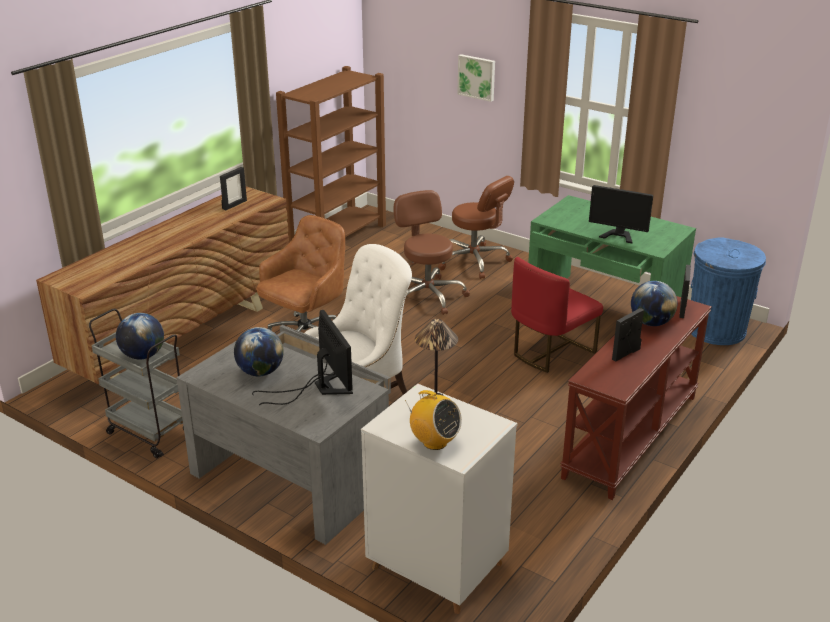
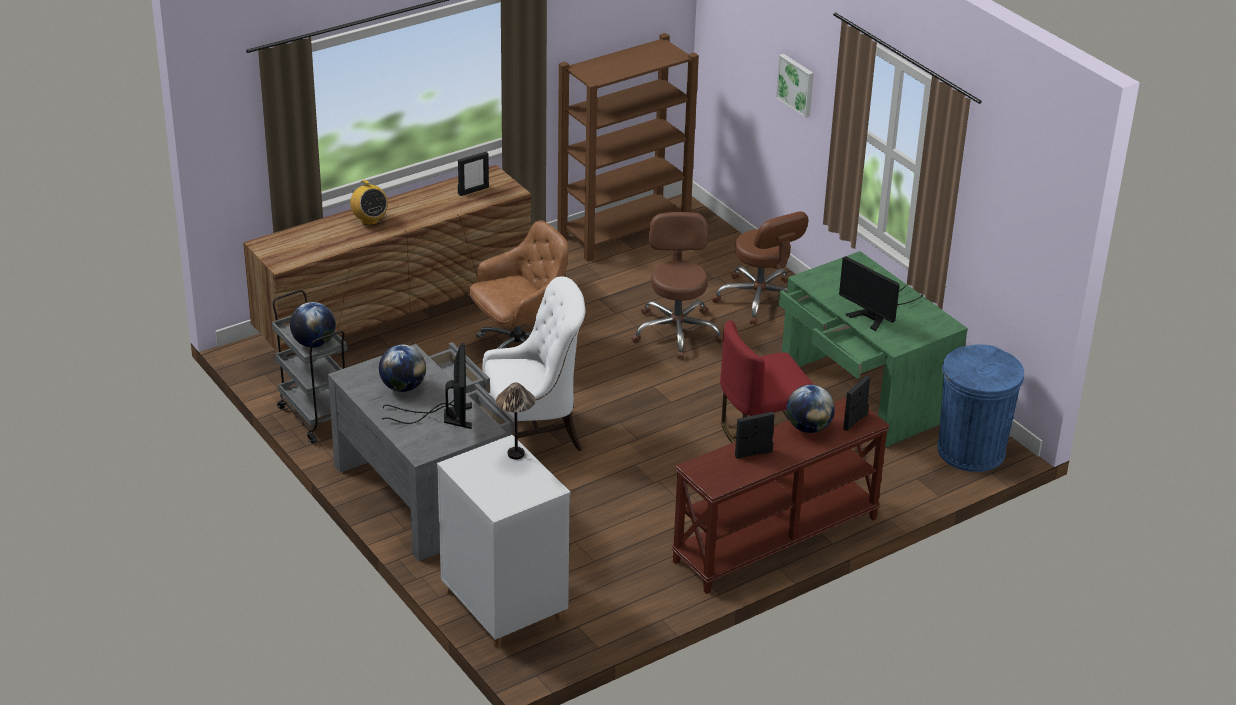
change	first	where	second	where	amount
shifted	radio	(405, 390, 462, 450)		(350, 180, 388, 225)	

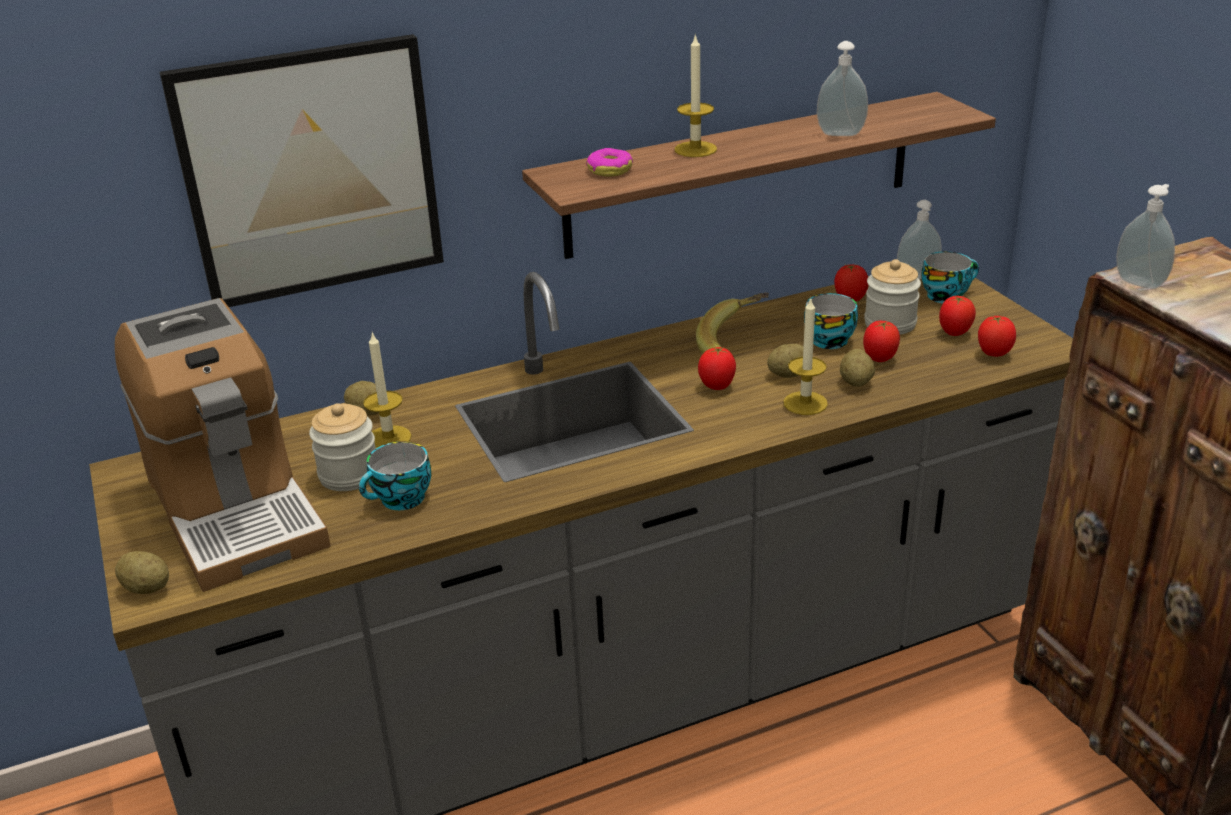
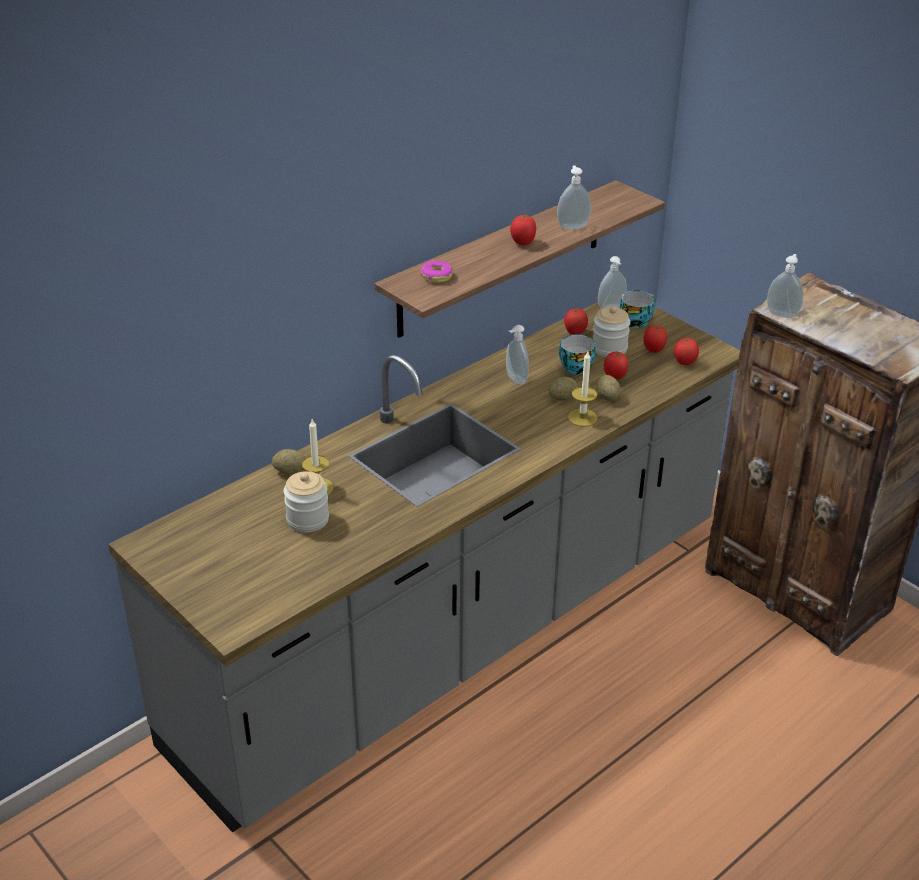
change	first	where	second	where	amount
gone	candle	(675, 33, 717, 157)			
gone	picture	(159, 34, 444, 307)			
swapped	banana	(696, 293, 769, 354)	soap dispenser	(506, 325, 529, 385)	
gone	coffee machine	(115, 298, 331, 592)			
shifted	tomato	(698, 347, 736, 390)		(510, 215, 536, 245)	
gone	cup	(359, 441, 431, 510)			
gone	potato	(115, 551, 169, 594)			

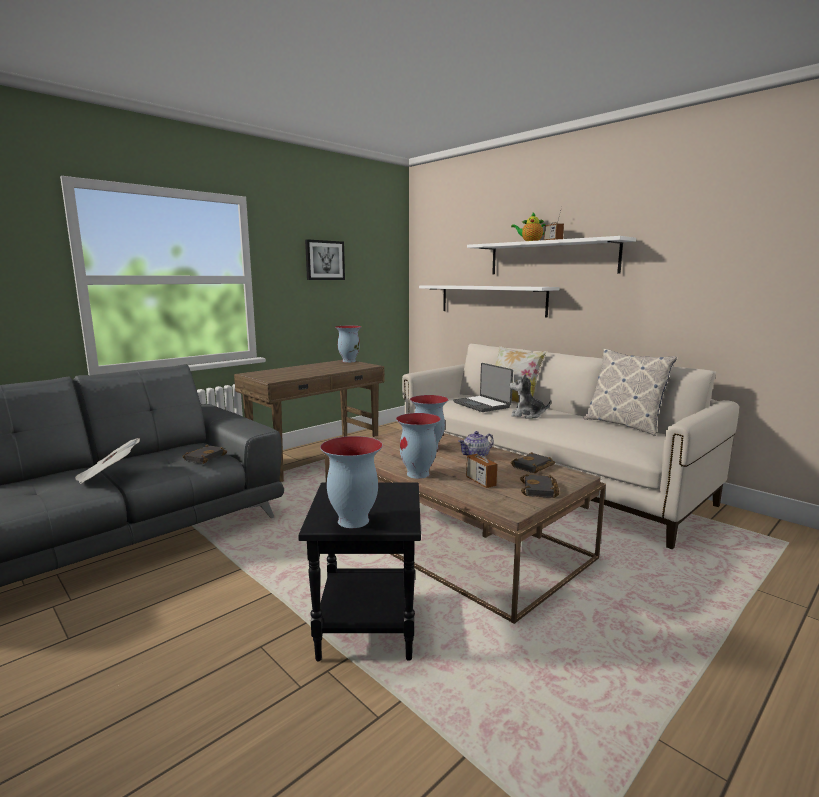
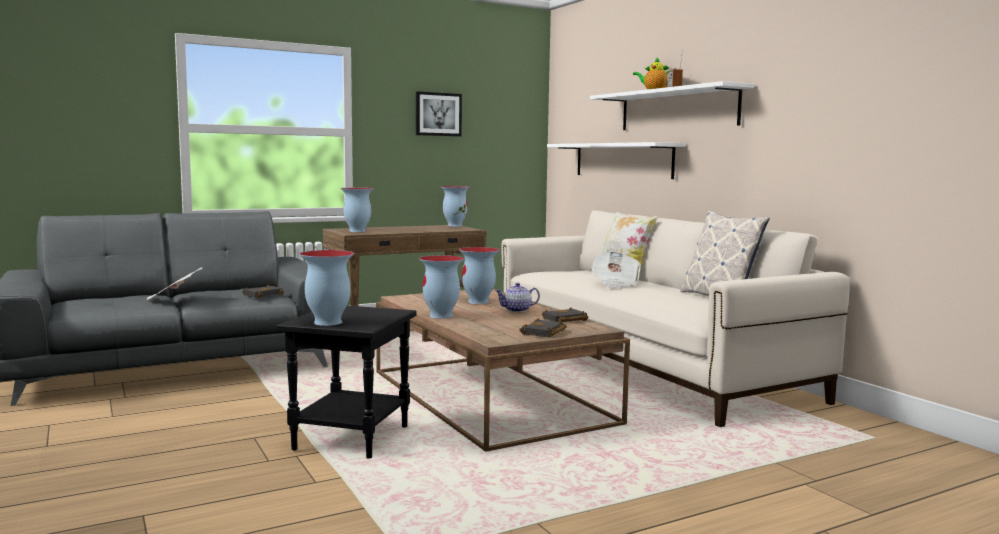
change	first	where	second	where	amount
gone	laptop	(453, 363, 513, 412)			
swapped	plush toy	(510, 374, 551, 419)	newspaper	(591, 251, 641, 288)	
gone	radio	(466, 435, 497, 488)			
new			vase	(341, 188, 374, 232)	

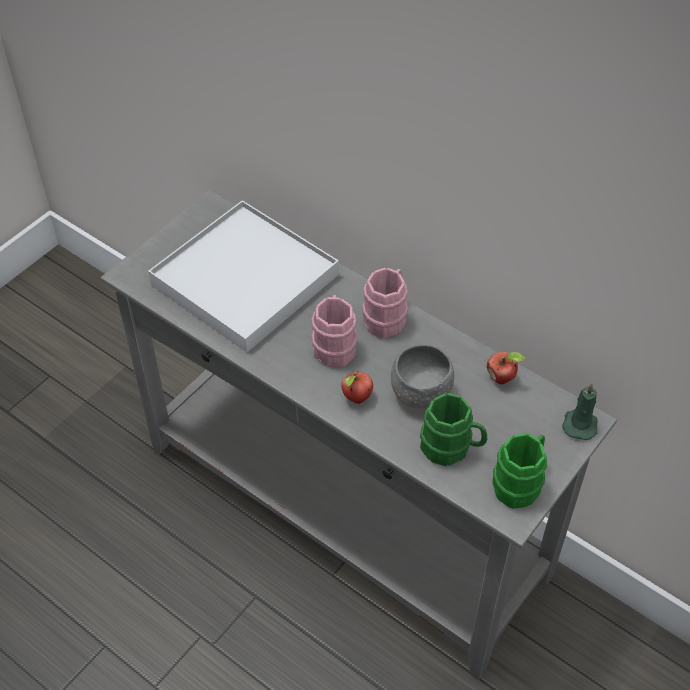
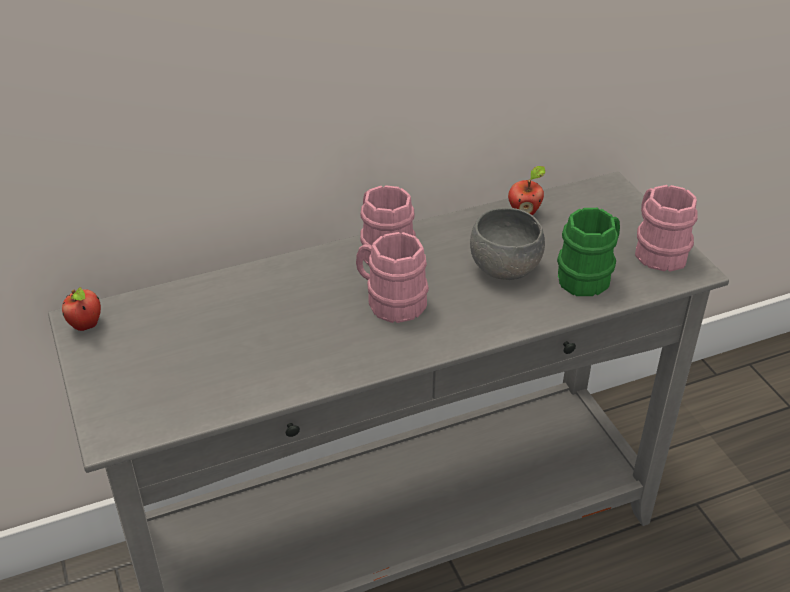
change	first	where	second	where	amount
gone	white tray	(148, 200, 339, 352)			
shifted	apple	(342, 371, 373, 404)		(62, 287, 101, 331)	
gone	green candle	(562, 383, 598, 440)			
repainted	green mug	(493, 433, 547, 509)	pink mug	(635, 185, 698, 272)	

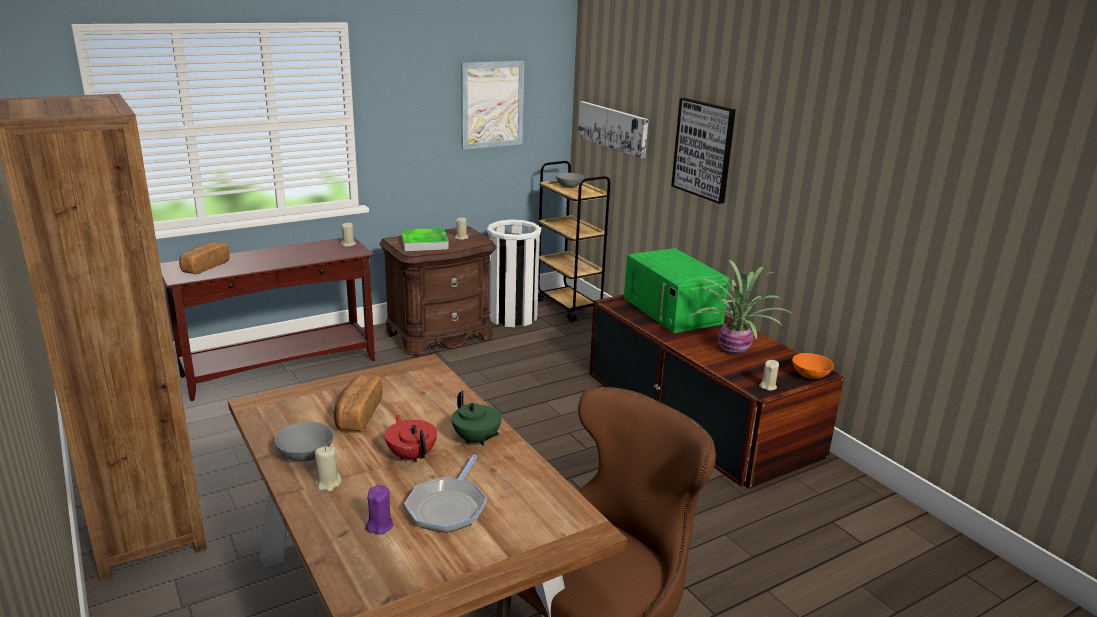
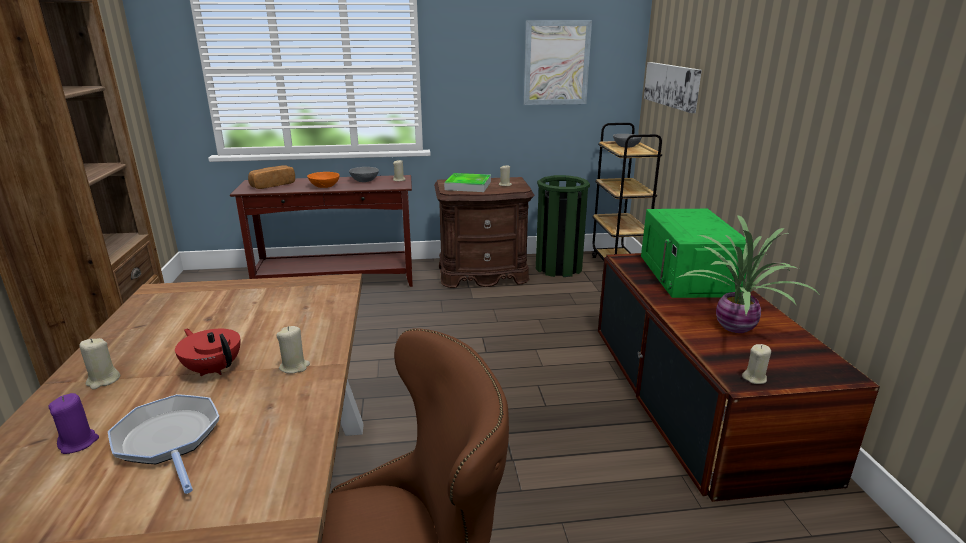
change	first	where	second	where	amount
gone	picture	(671, 98, 736, 204)			
repainted	white trash can	(487, 220, 541, 327)	green trash can	(536, 175, 590, 277)	
shifted	orange bowl	(792, 353, 834, 379)		(307, 172, 340, 188)	
gone	bread	(334, 375, 382, 432)			
swapped	green teapot	(452, 391, 501, 446)	beige candle	(276, 326, 310, 374)	
rotated	red teapot	(385, 415, 437, 462)		(175, 329, 241, 376)	45 degrees counterclockwise
shifted	grey bowl	(275, 421, 334, 462)		(349, 167, 379, 182)	
rotated	frying pan	(404, 455, 487, 533)		(108, 394, 219, 494)	105 degrees clockwise

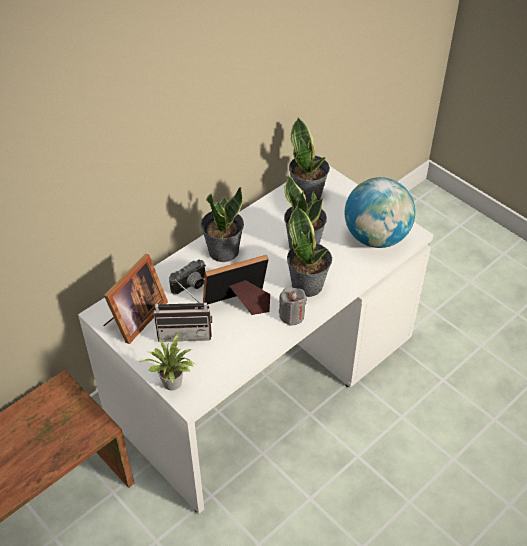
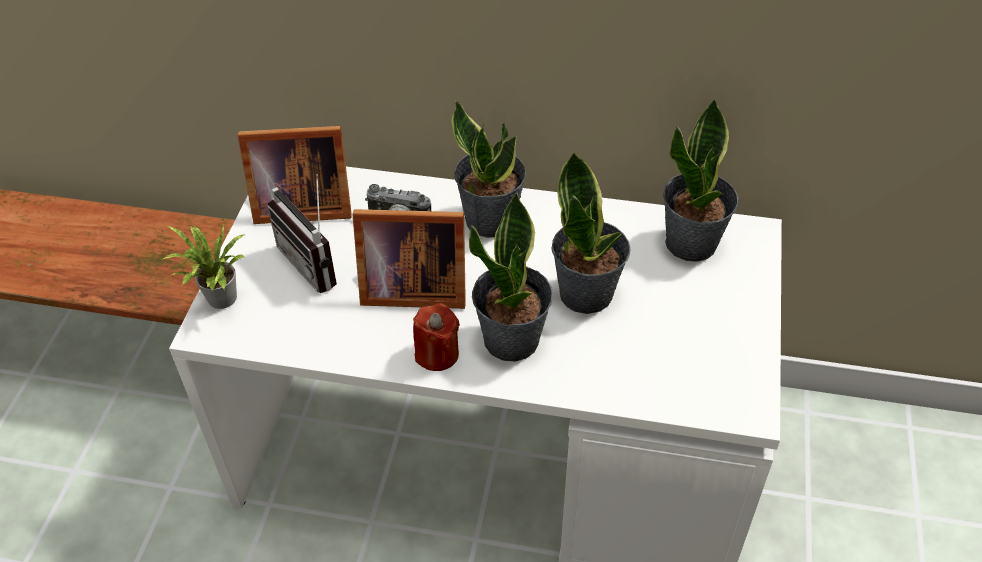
change	first	where	second	where	amount
gone	globe	(345, 177, 415, 248)			
rotated	picture frame	(203, 255, 270, 315)		(352, 209, 466, 309)	150 degrees clockwise
repainted	grey candle	(279, 287, 307, 326)	red candle	(413, 303, 460, 371)	

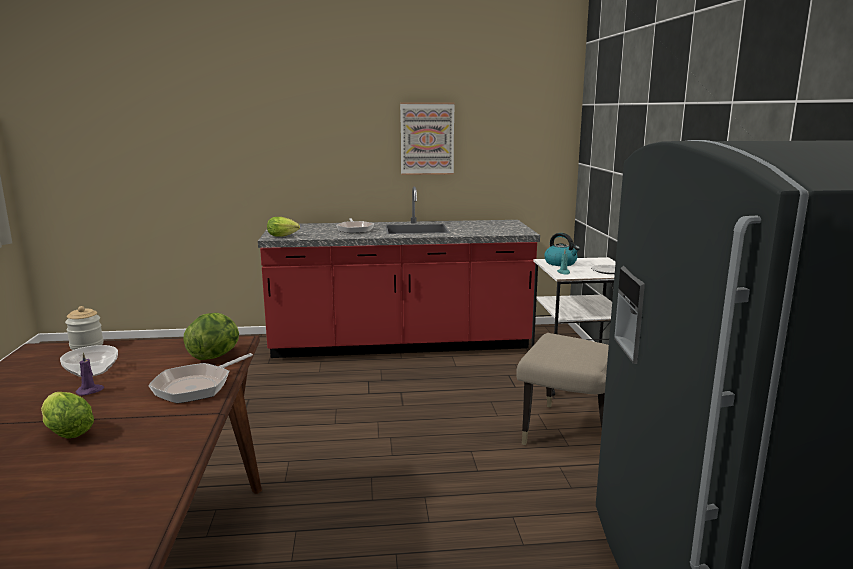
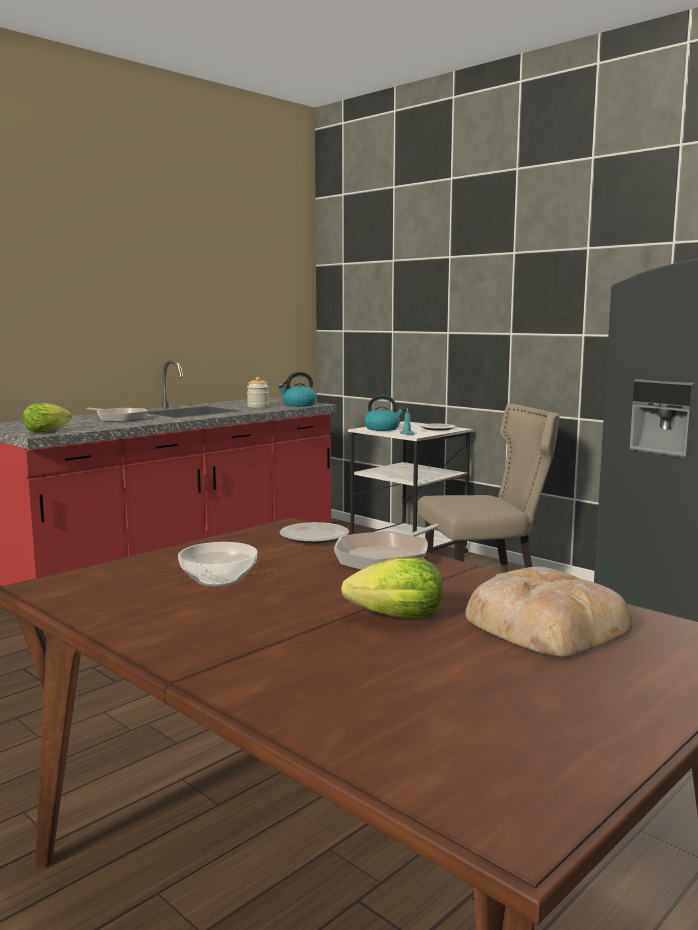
change	first	where	second	where	amount
gone	picture	(400, 103, 455, 175)			
shifted	jar	(65, 306, 104, 350)		(247, 377, 269, 408)	
swapped	lettuce	(183, 313, 239, 360)	plate	(279, 522, 349, 544)	
gone	purple candle	(76, 352, 104, 396)			
rotated	frying pan	(148, 353, 253, 404)		(334, 524, 439, 570)	45 degrees clockwise
new			kettle	(278, 372, 317, 407)	
new			bread	(465, 567, 633, 657)	

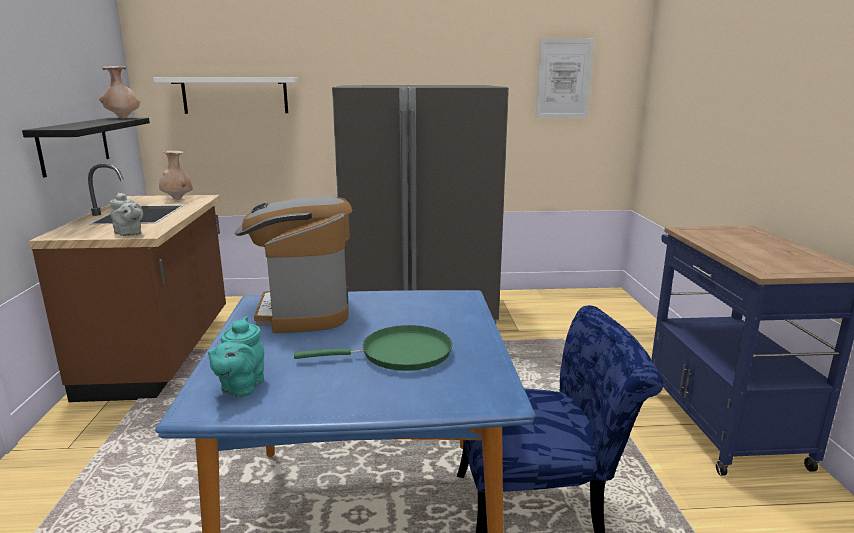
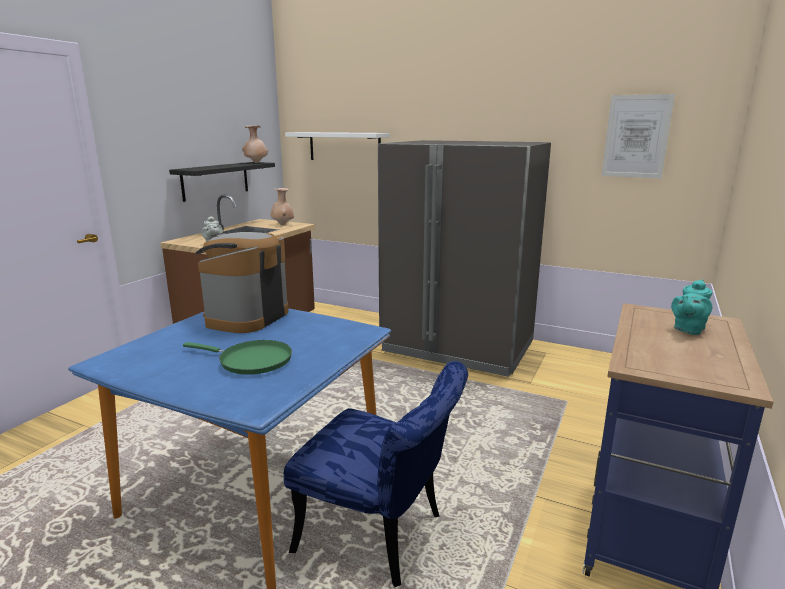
change	first	where	second	where	amount
shifted	turquoise teapot	(208, 316, 264, 397)		(671, 279, 712, 335)	

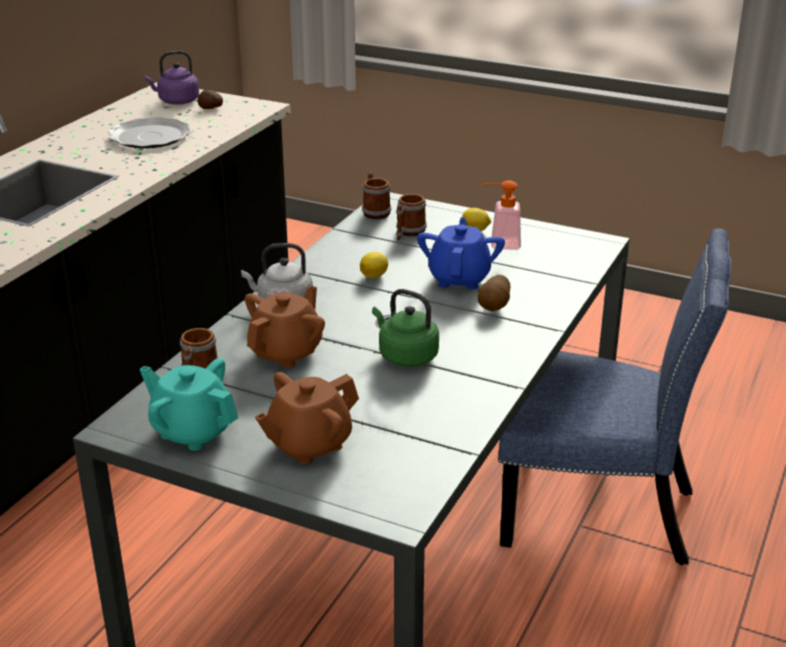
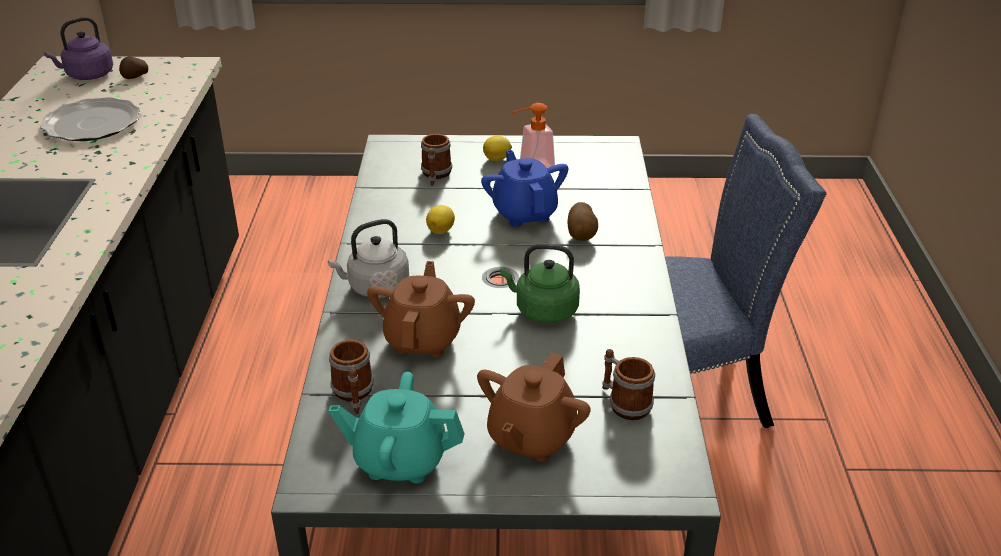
change	first	where	second	where	amount
shifted	mug	(362, 172, 391, 219)		(602, 349, 655, 420)	

